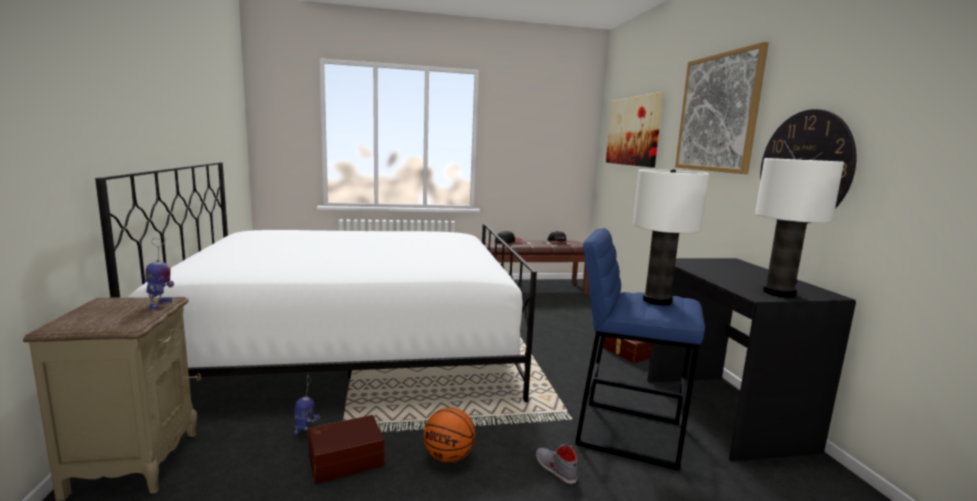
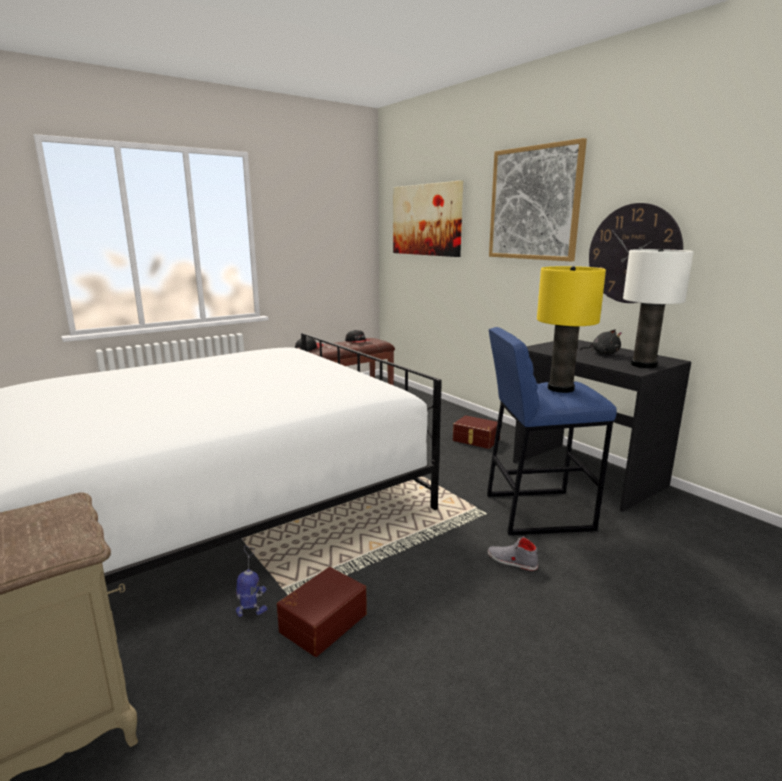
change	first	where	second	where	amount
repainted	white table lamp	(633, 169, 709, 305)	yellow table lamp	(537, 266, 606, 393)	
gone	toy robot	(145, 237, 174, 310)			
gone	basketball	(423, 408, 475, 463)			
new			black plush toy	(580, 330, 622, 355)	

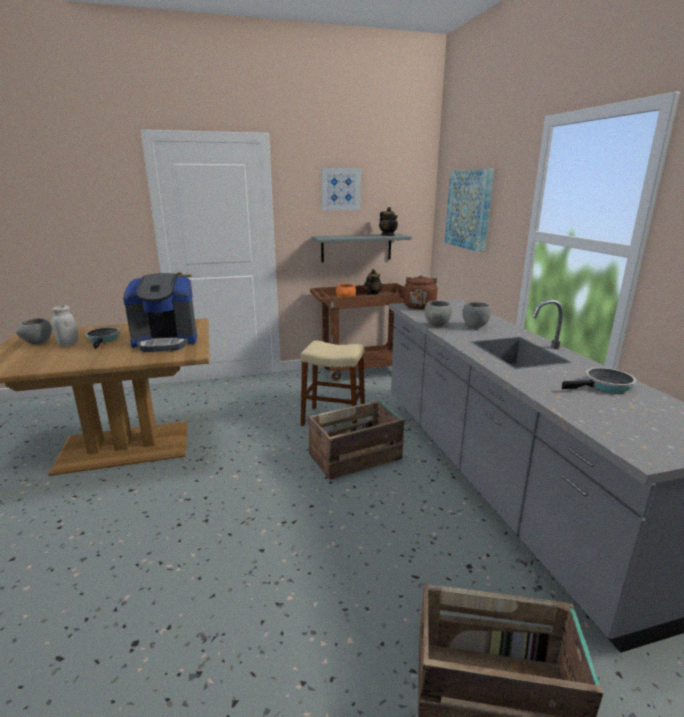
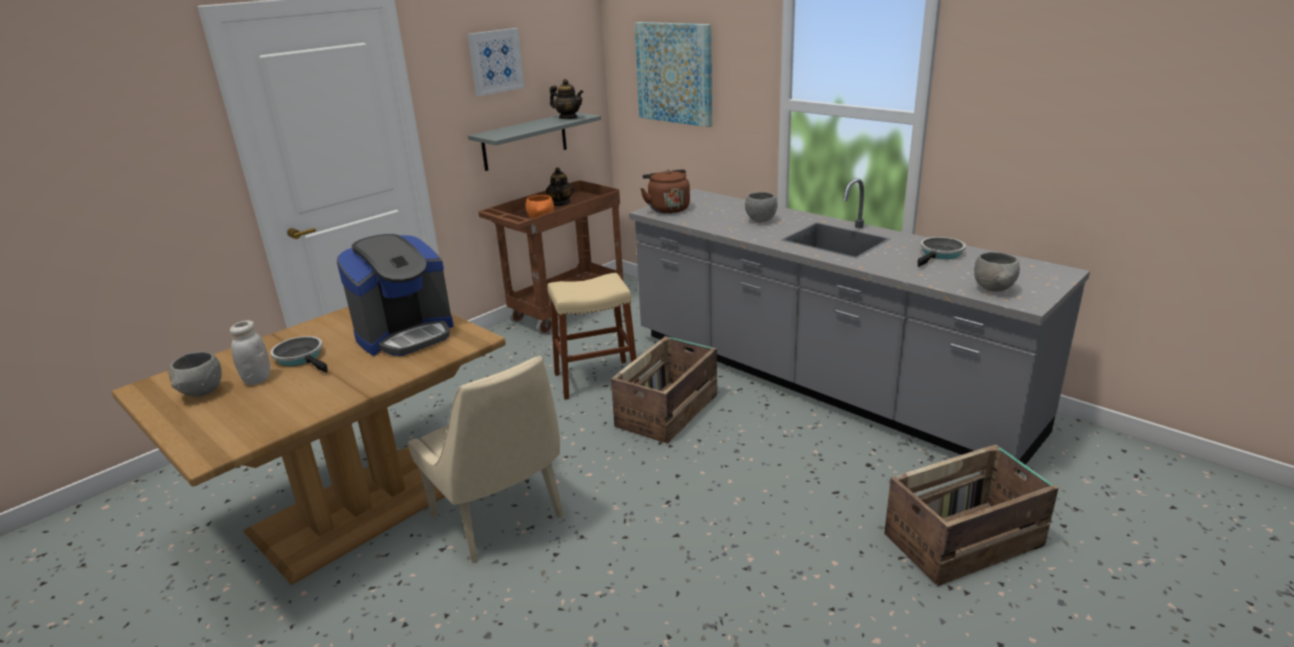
change	first	where	second	where	amount
shifted	grey bowl	(424, 301, 452, 326)		(974, 252, 1020, 292)	
new			beige chair	(408, 356, 564, 563)	

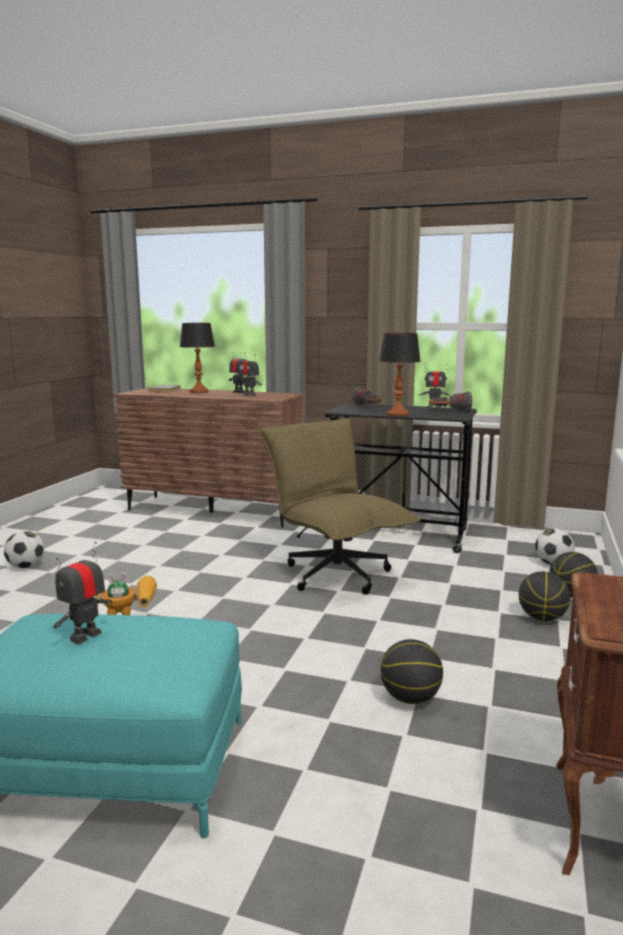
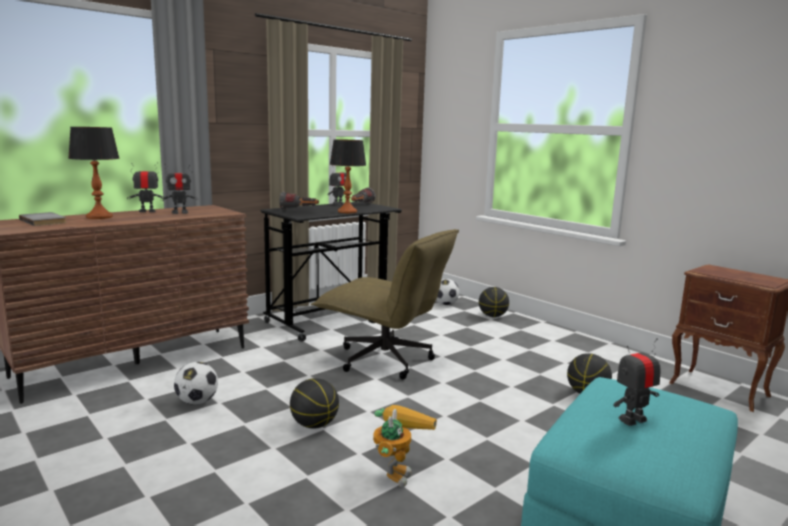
change	first	where	second	where	amount
rotated	beige office chair	(259, 418, 421, 595)		(311, 229, 459, 380)	150 degrees counterclockwise
shifted	football	(4, 531, 44, 568)		(174, 362, 218, 405)	
rotated	toy robot	(54, 542, 112, 644)		(613, 338, 661, 426)	90 degrees clockwise
shifted	basketball	(519, 571, 570, 621)		(290, 378, 339, 428)	

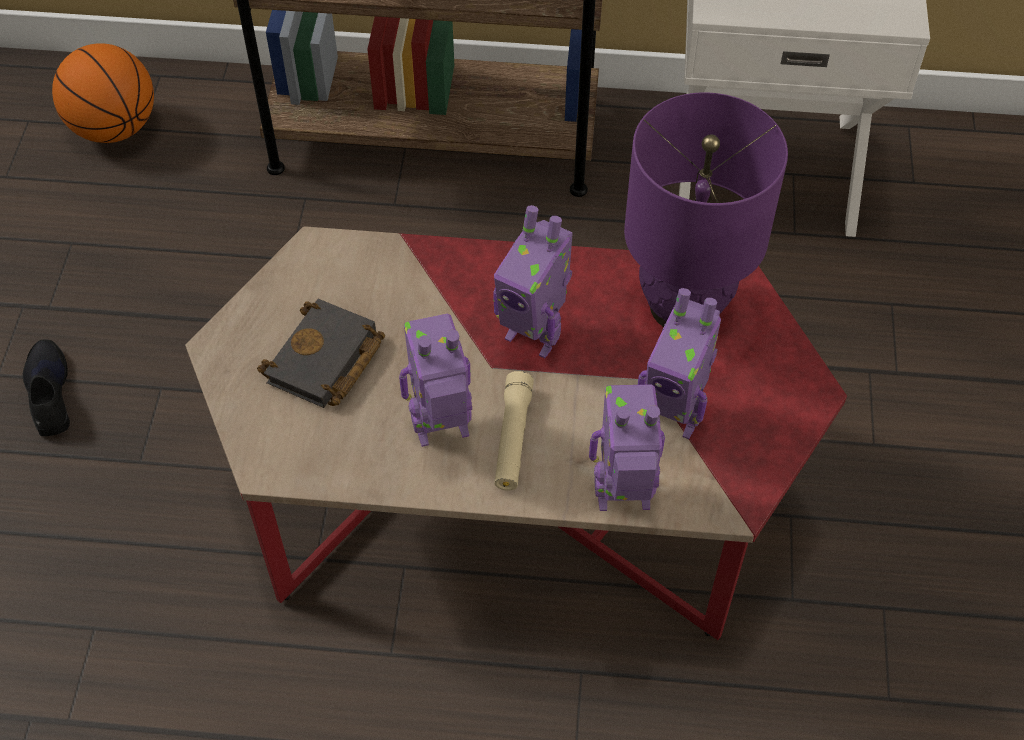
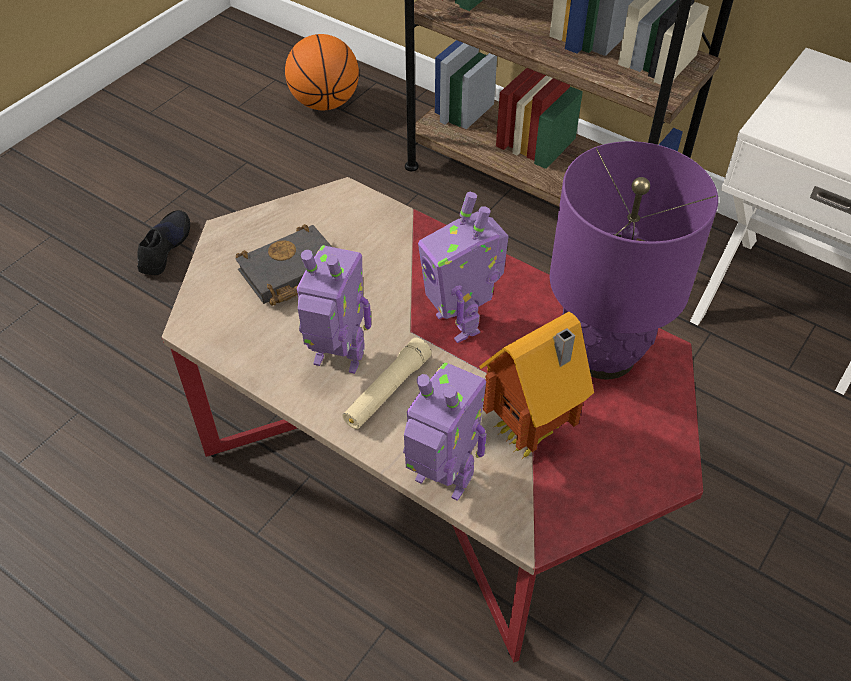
change	first	where	second	where	amount
swapped	toy robot	(637, 288, 721, 439)	toy house	(479, 312, 594, 460)	

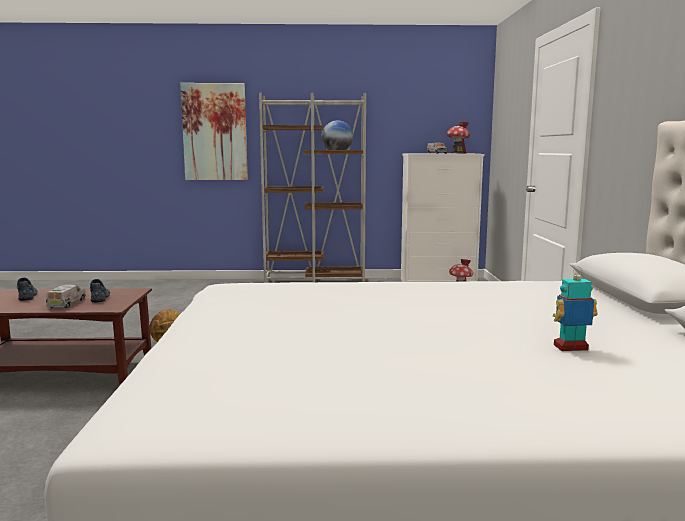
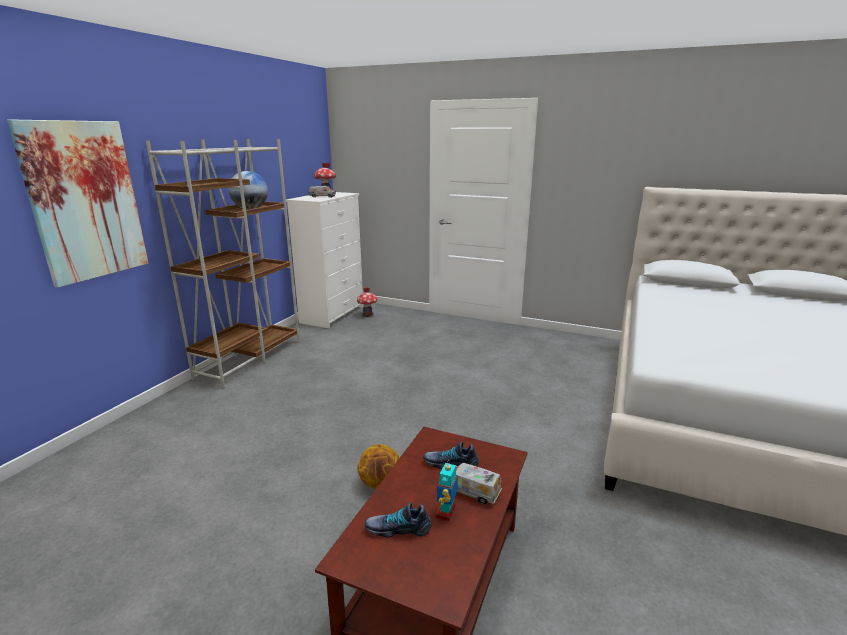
change	first	where	second	where	amount
shifted	toy robot	(553, 267, 598, 351)		(436, 462, 458, 521)	

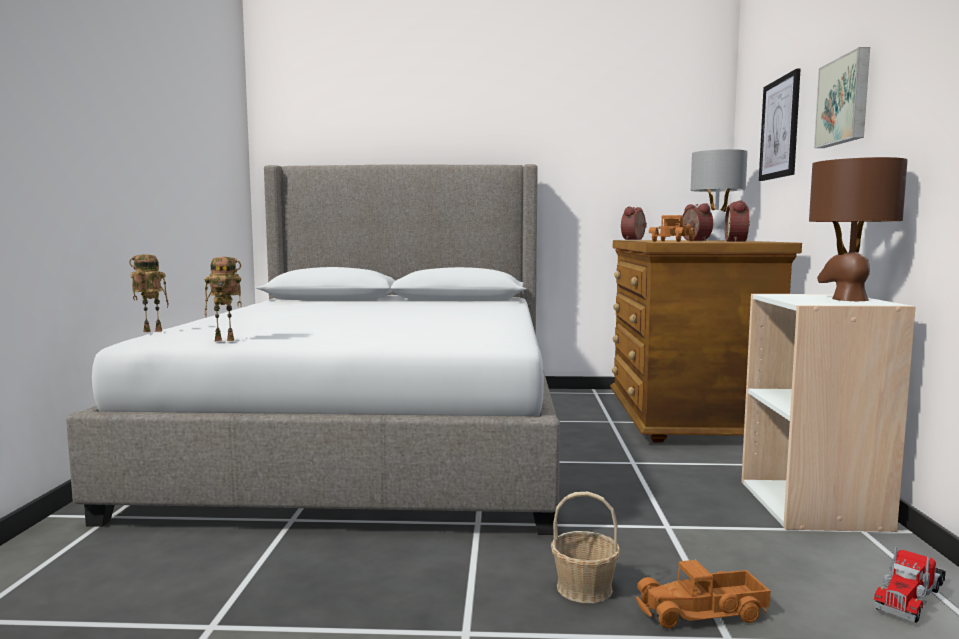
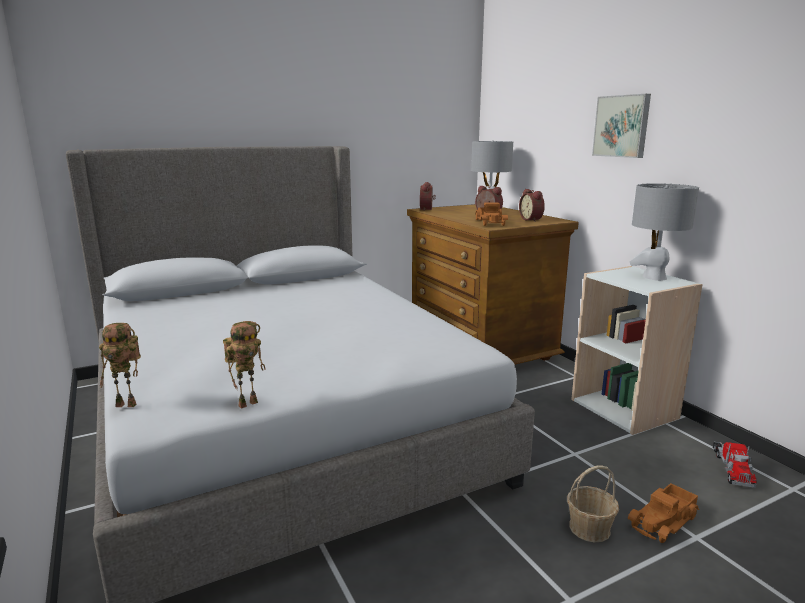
change	first	where	second	where	amount
gone	picture	(759, 69, 801, 181)			
repainted	brown table lamp	(809, 157, 908, 301)	grey table lamp	(630, 183, 699, 281)	
rotated	toy robot	(129, 255, 169, 332)		(99, 323, 141, 407)	135 degrees counterclockwise

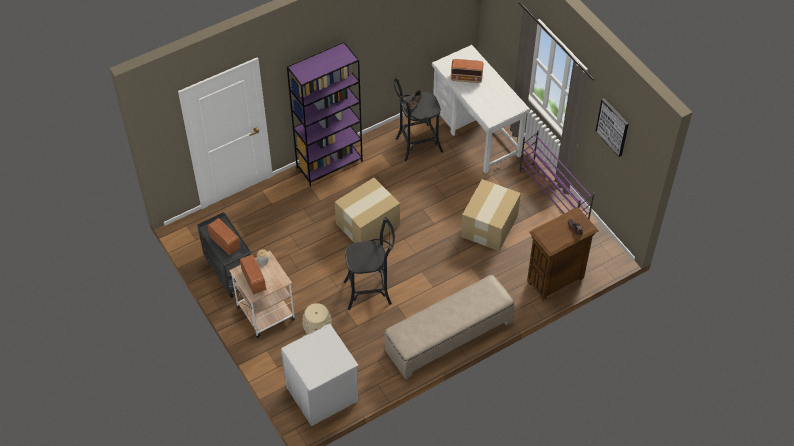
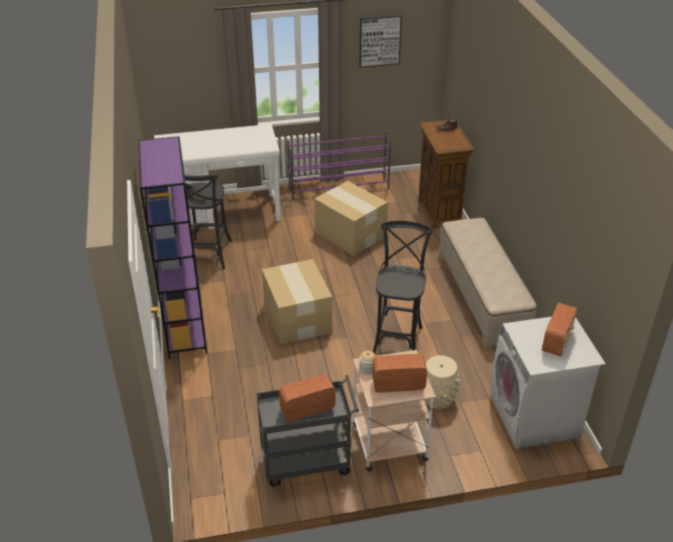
change	first	where	second	where	amount
shifted	radio	(451, 59, 483, 83)		(542, 303, 577, 356)	

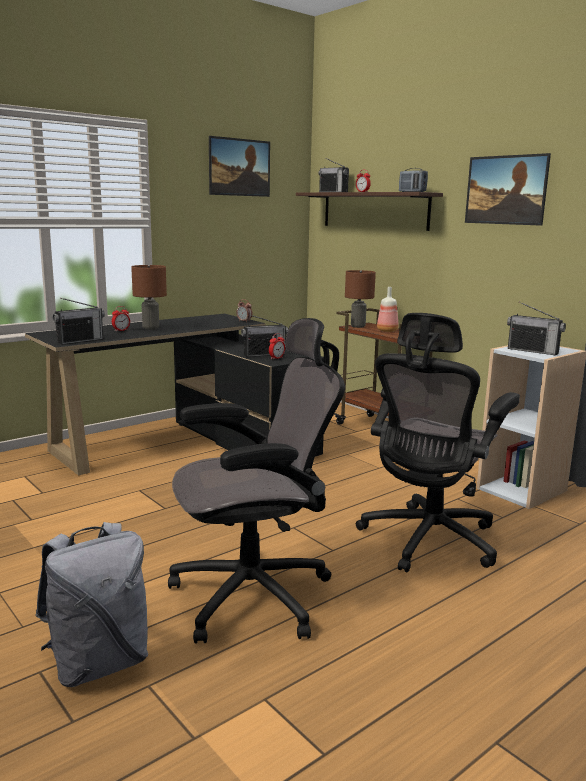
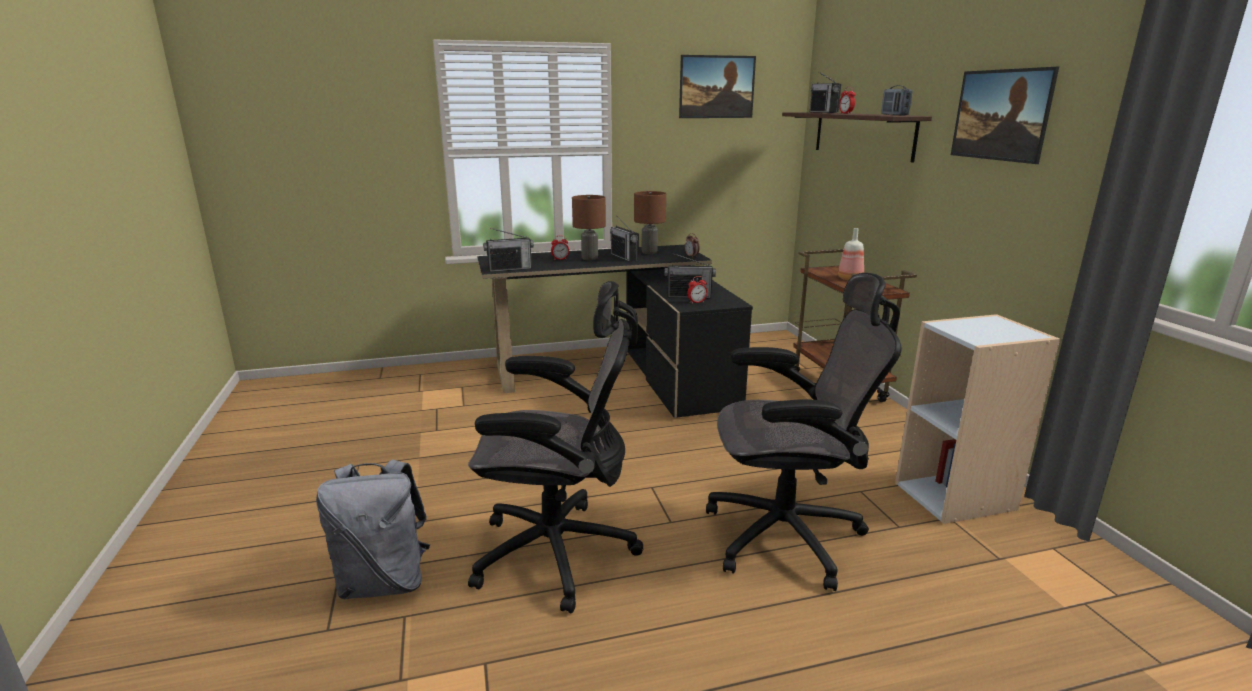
change	first	where	second	where	amount
shifted	brown table lamp	(345, 270, 376, 328)		(634, 191, 666, 254)	
shifted	radio	(507, 302, 566, 356)		(610, 215, 639, 262)	
rotated	office chair	(356, 313, 520, 572)		(706, 273, 902, 591)	150 degrees counterclockwise

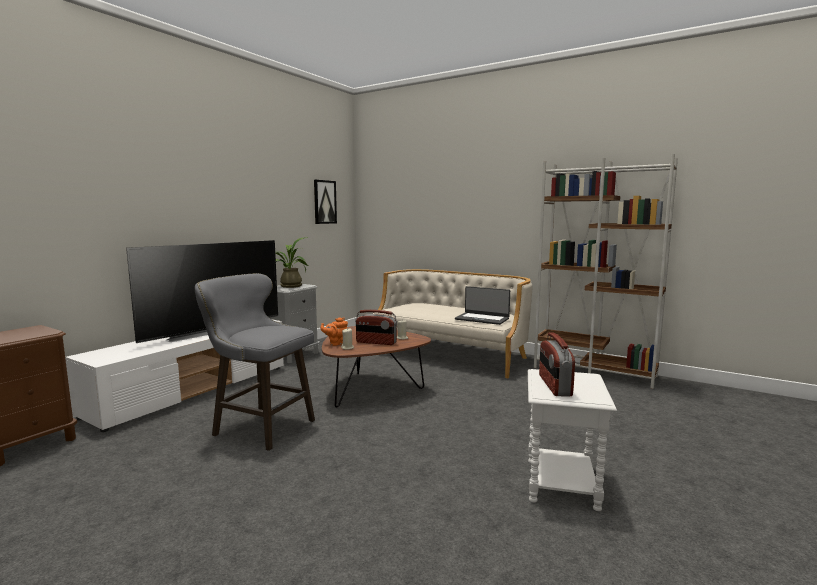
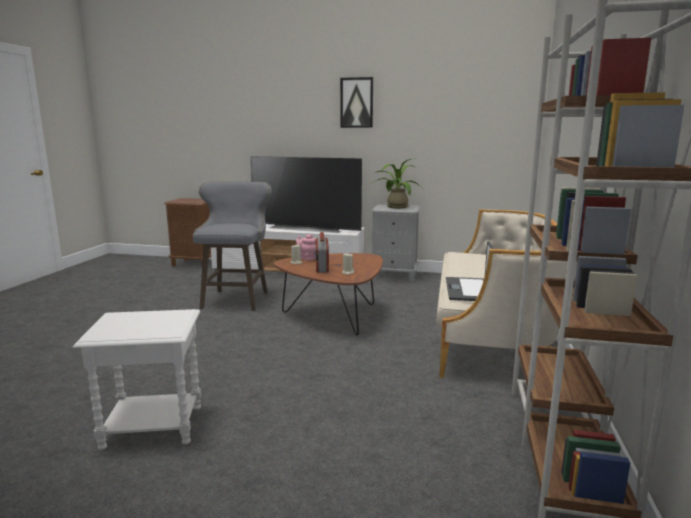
change	first	where	second	where	amount
shifted	picture	(314, 180, 337, 224)		(340, 77, 373, 128)	
repainted	orange teapot	(321, 317, 348, 346)	pink teapot	(296, 234, 316, 261)	
gone	radio	(539, 332, 575, 396)			

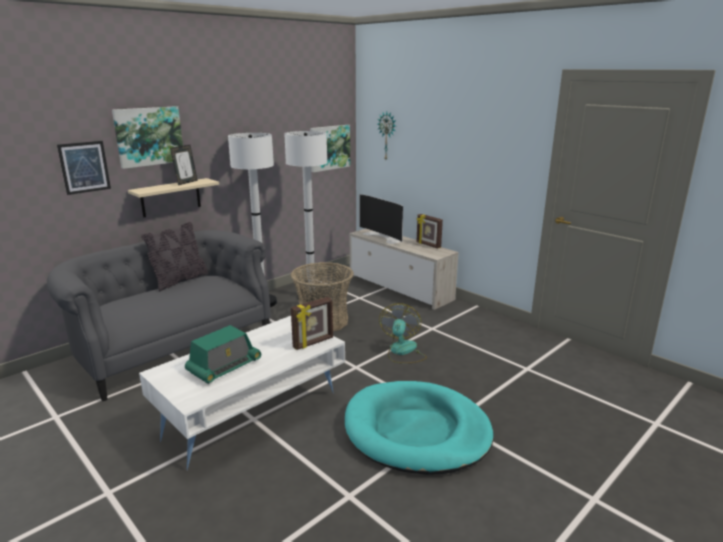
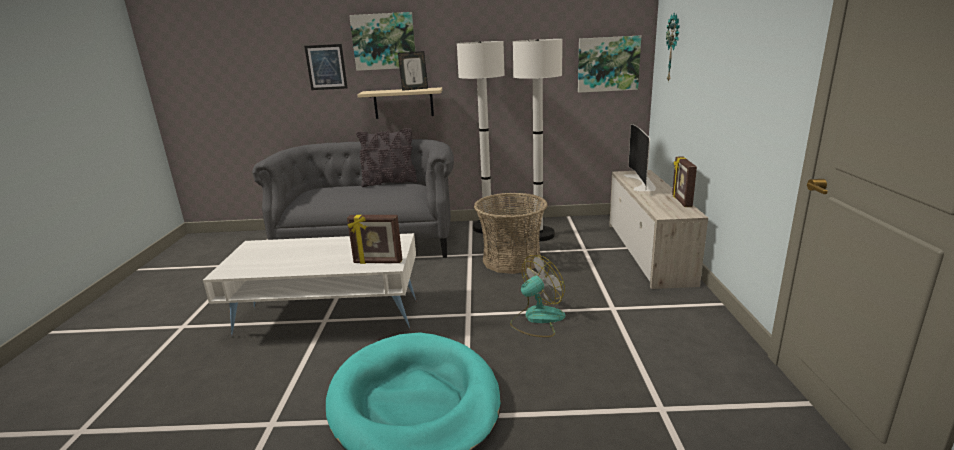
change	first	where	second	where	amount
gone	radio	(185, 325, 261, 384)			

